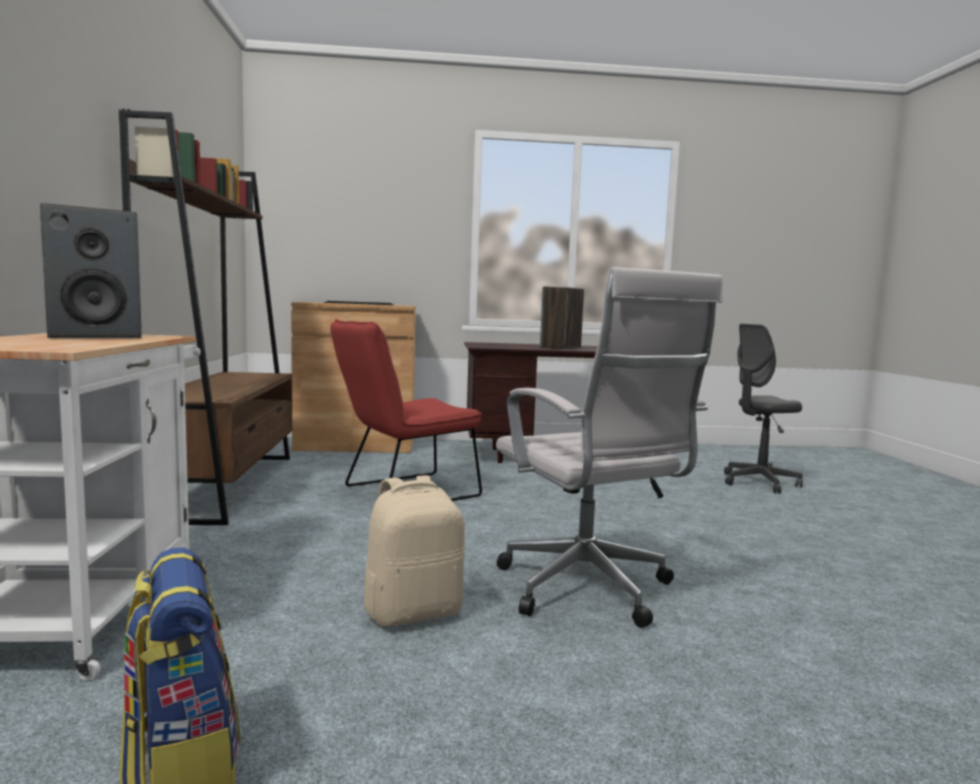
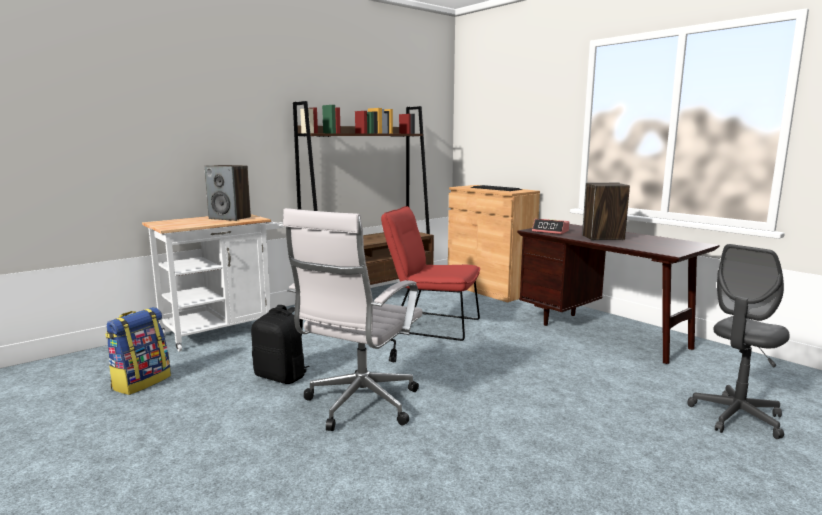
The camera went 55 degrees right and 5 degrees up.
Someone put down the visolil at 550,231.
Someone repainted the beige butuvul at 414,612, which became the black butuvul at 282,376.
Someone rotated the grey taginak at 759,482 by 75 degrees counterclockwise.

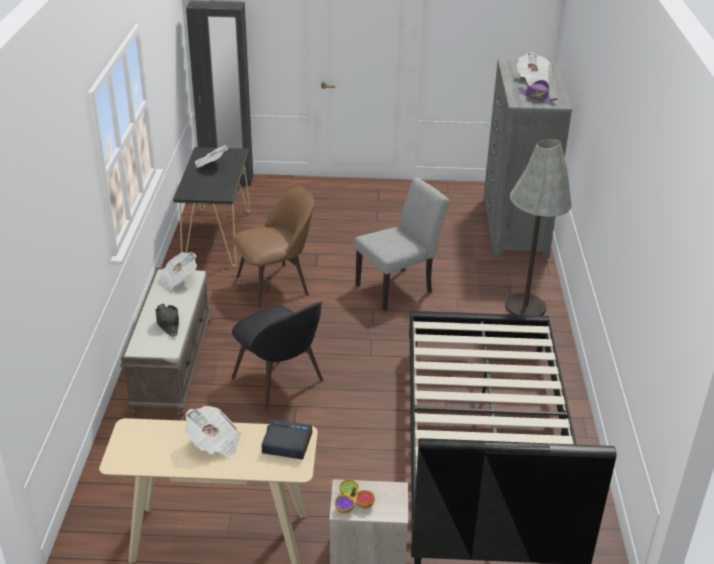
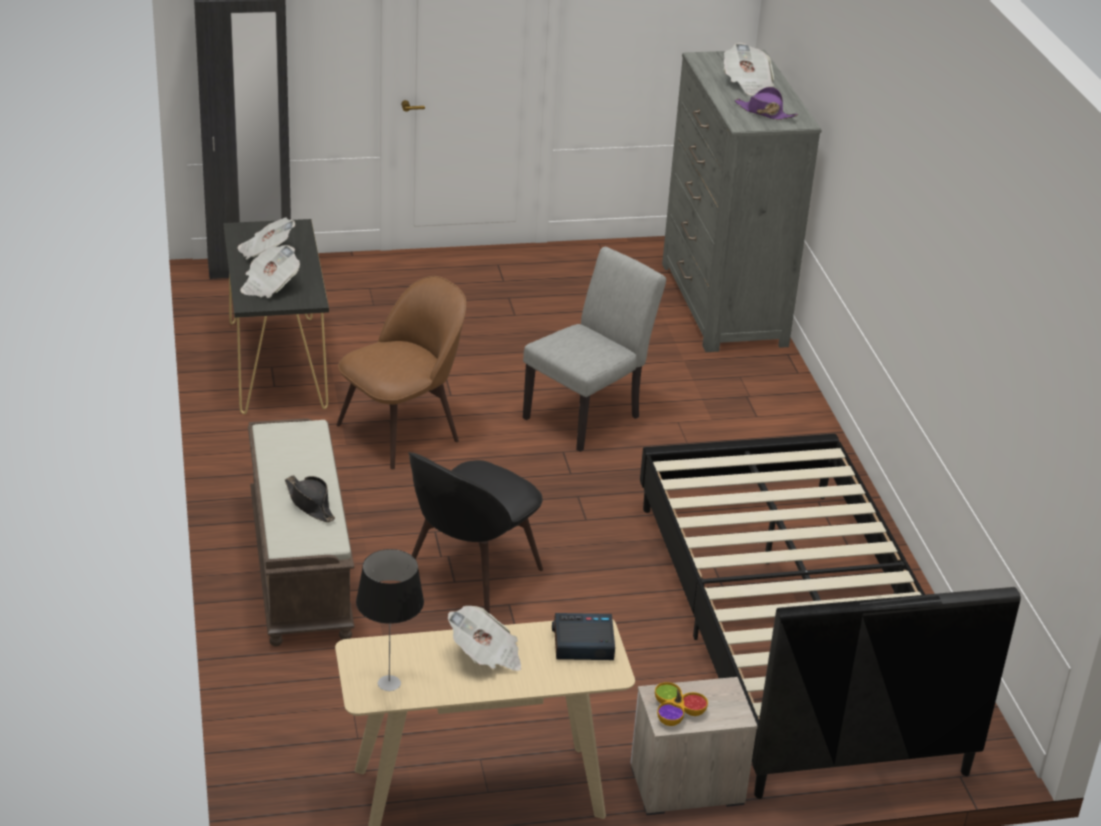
The camera went 15 degrees left and 0 degrees up.
Someone took away the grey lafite at 525,306.
Someone put down the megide at 389,682.
Someone carried the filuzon from 177,280 to 269,286.
Someone rotated the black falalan at 279,381 by 90 degrees clockwise.

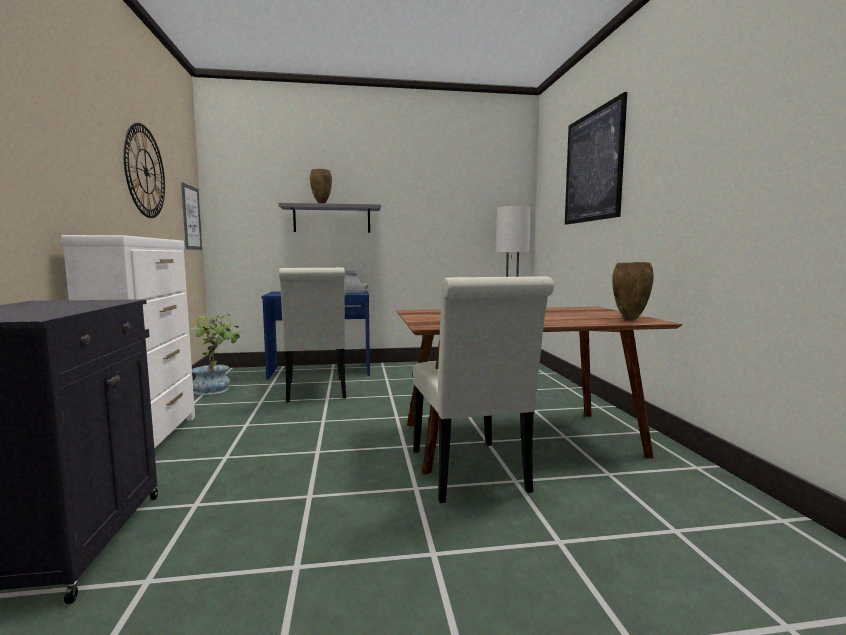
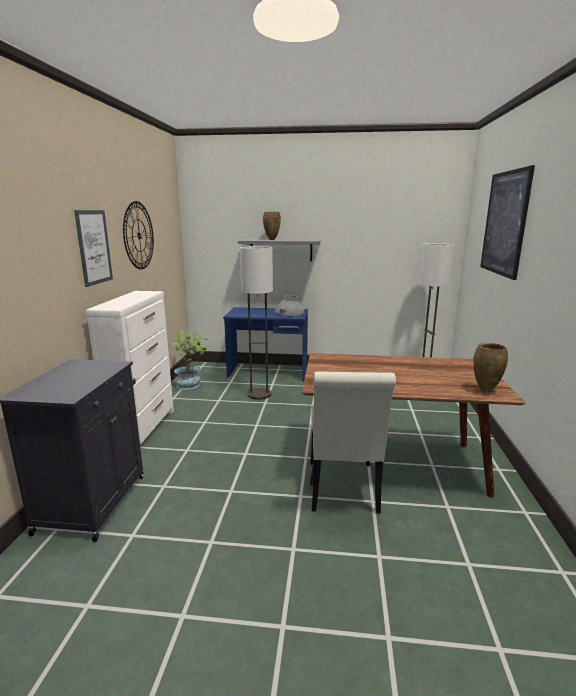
The camera went 15 degrees right and 10 degrees up.
Someone carried the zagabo from 191,218 to 94,247.
Someone swapped the white falalan at 316,392 for the lafite at 259,394.

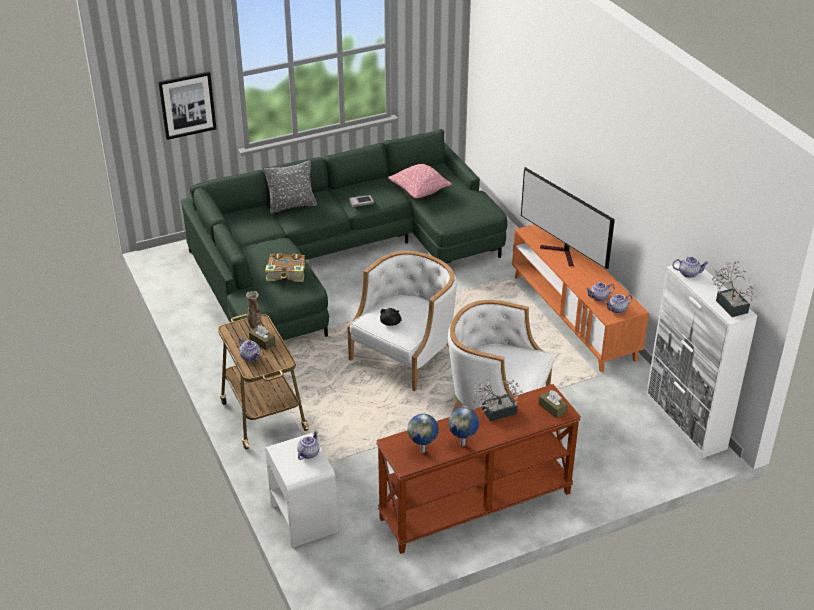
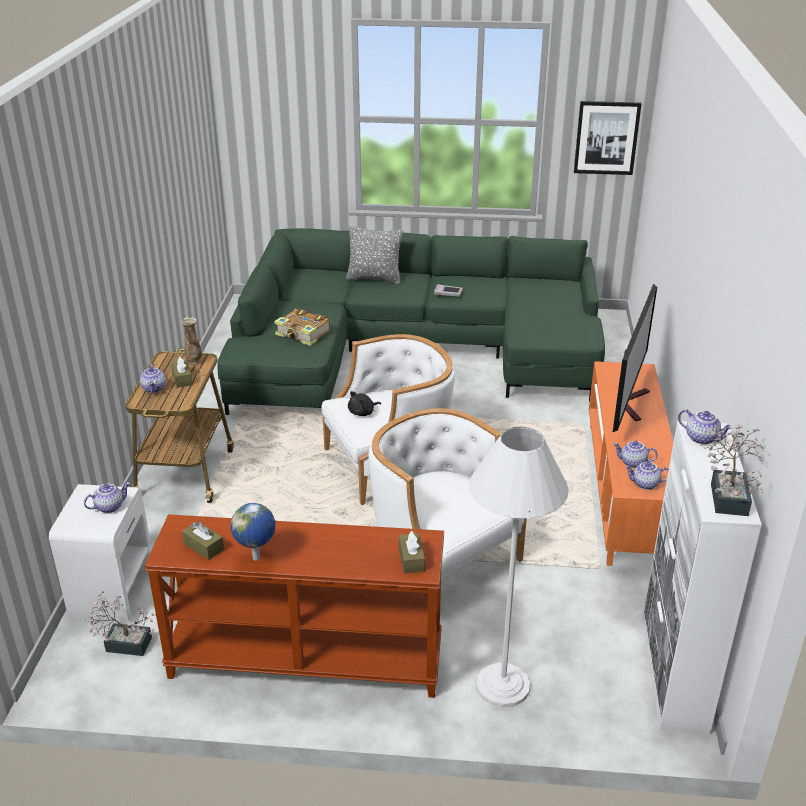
The camera went 30 degrees right and 5 degrees down.
Someone took away the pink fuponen at 419,192.
Someone put down the white lafite at 503,685.
Someone carried the zagabo from 187,105 to 606,138.
Someone carried the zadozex from 495,412 to 124,643.
Someone swapped the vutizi at 423,450 for the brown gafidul at 203,546.
Someone rotated the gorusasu at 563,254 by 150 degrees counterclockwise.

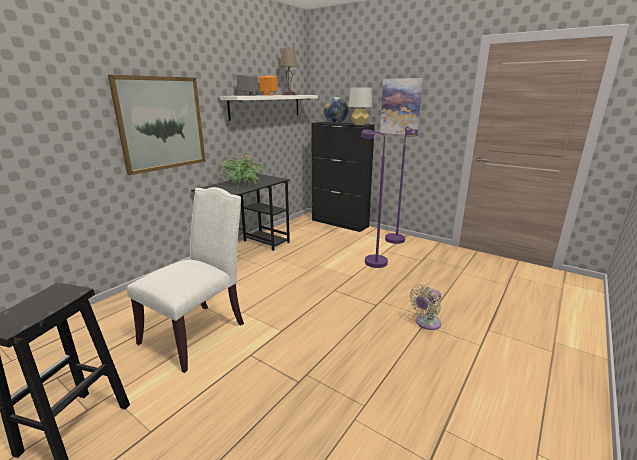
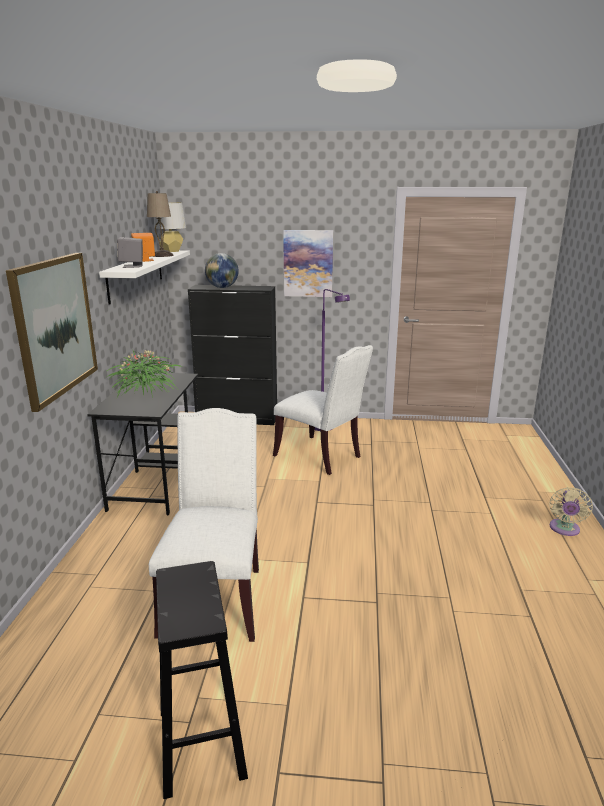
The camera went 30 degrees left and 0 degrees up.
Someone carried the grey megide from 359,124 to 172,251.
Someone carried the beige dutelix from 426,323 to 564,529.
Someone swapped the purple lafite at 372,260 for the white falalan at 321,456.

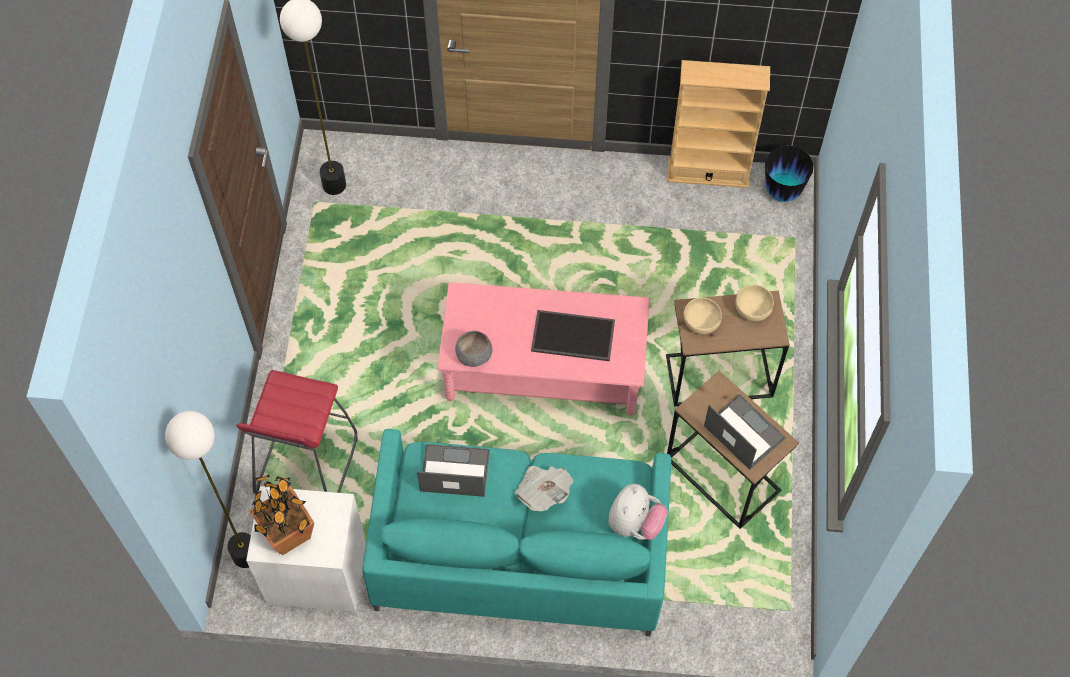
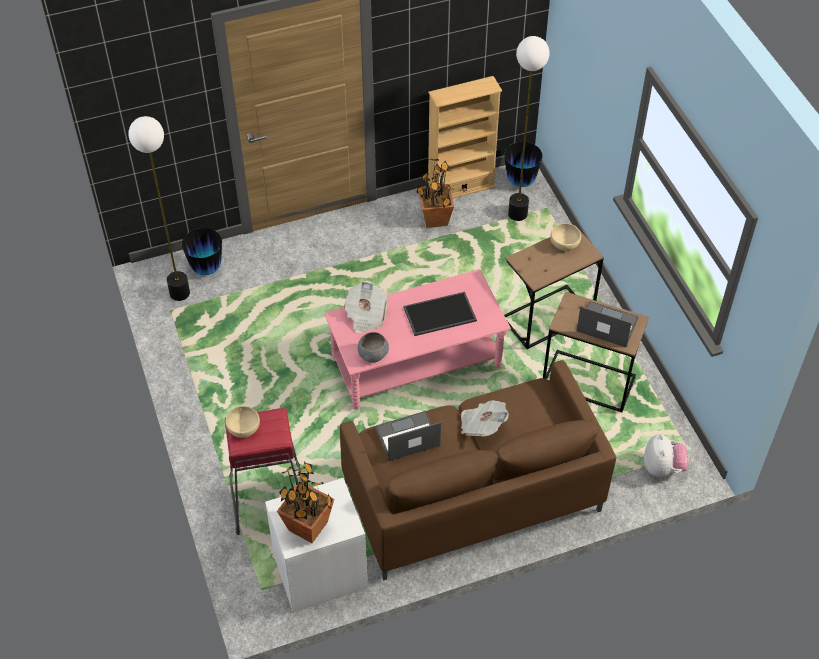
The camera went 25 degrees left and 10 degrees down.
Someone put down the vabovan at 206,269.
Someone put down the filuzon at 366,315.
Someone put down the zadozex at 435,219.
Someone carried the lafite from 246,555 to 518,214.
Someone carried the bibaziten from 635,523 to 662,468.
Someone carried the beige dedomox from 700,322 to 243,428.
Someone repainted the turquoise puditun at 519,555, which became the brown puditun at 472,496.

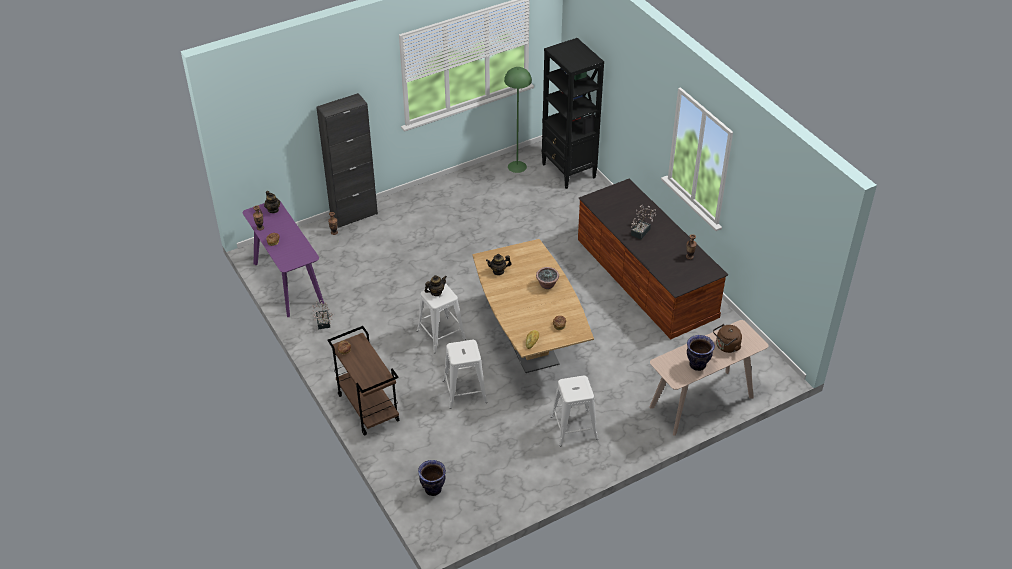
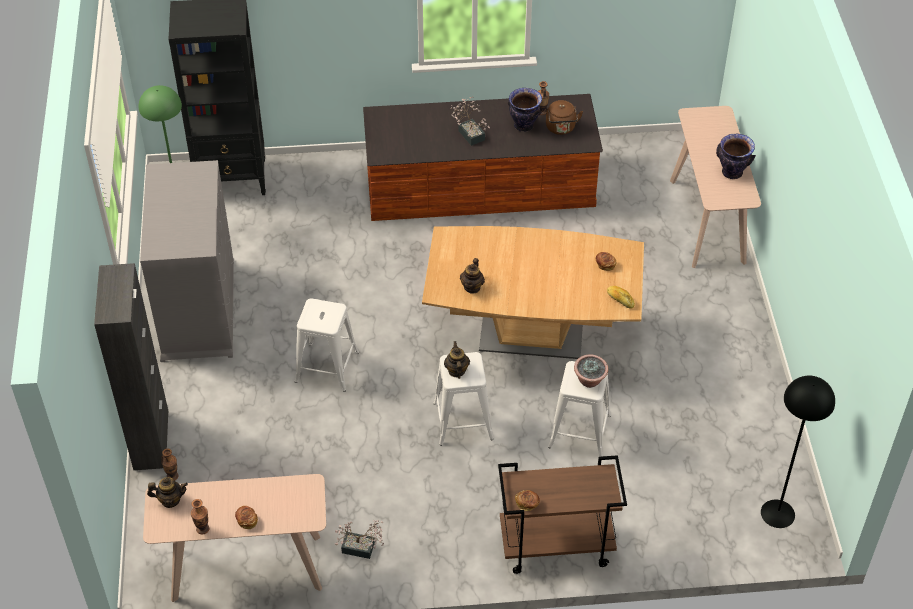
The camera went 65 degrees left and 5 degrees up.
Someone put down the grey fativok at 198,309.
Someone put down the black lafite at 778,513.
Someone carried the vabovan from 432,489 to 523,126.
Someone carried the zadozex from 547,285 to 590,380.
Someone carried the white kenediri from 573,428 to 327,367.
Someone carried the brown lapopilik from 726,347 to 561,128.
Someone repainted the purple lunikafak at 287,283, which became the beige lunikafak at 246,568.

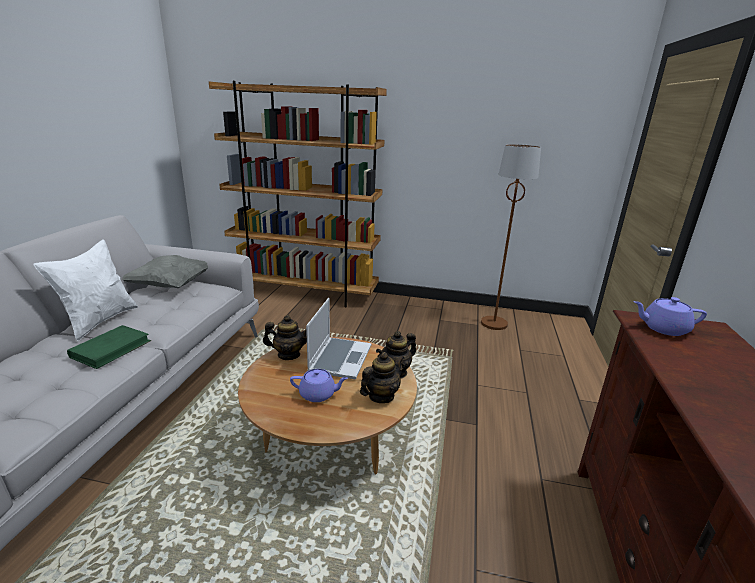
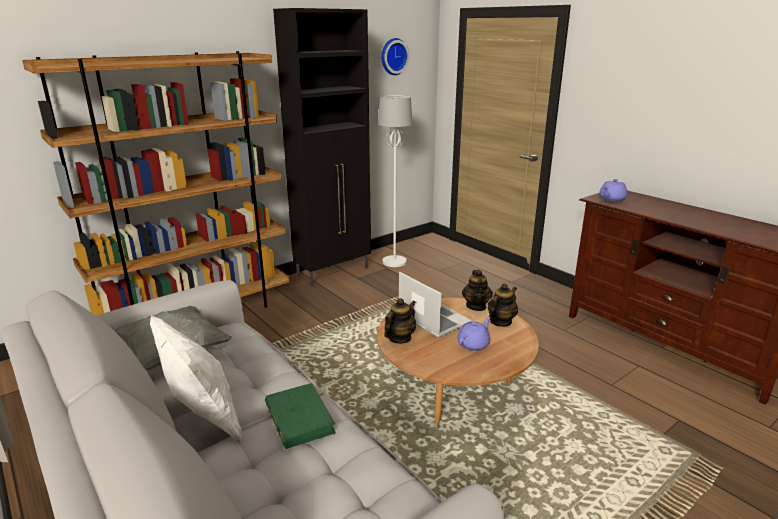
The camera went 50 degrees left and 0 degrees up.
Someone put down the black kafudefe at 334,272.
Someone put up the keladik at 393,56.
Someone repainted the brown lafite at 494,323, which became the white lafite at 394,262.
Someone rotated the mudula at 381,396 by 45 degrees clockwise.

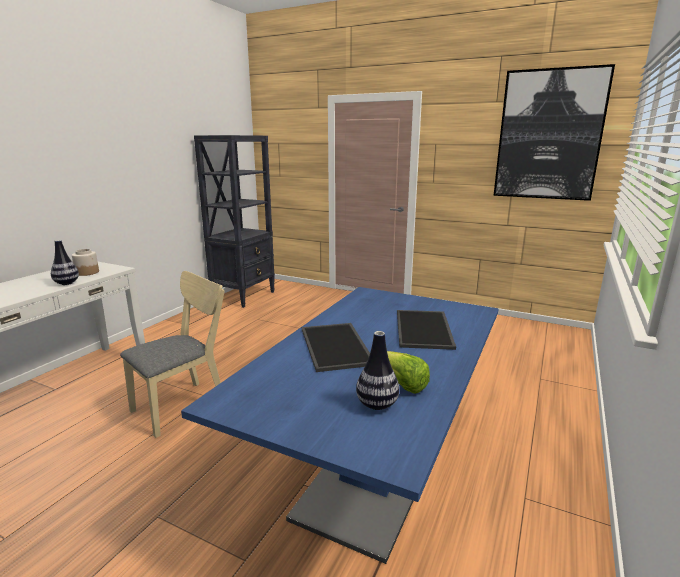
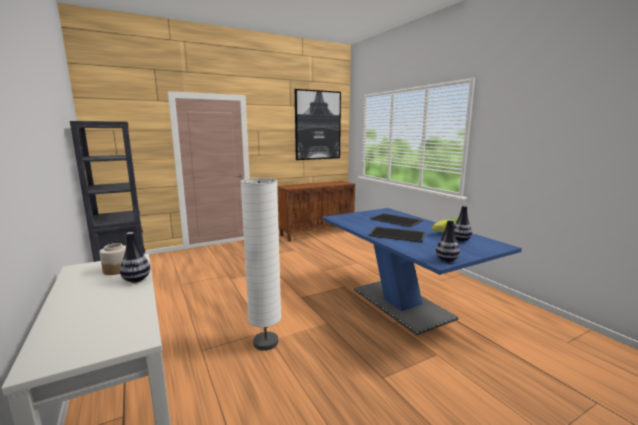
The camera went 55 degrees left and 5 degrees down.
Someone put down the brown kafudefe at 317,233.
Someone put down the vabovan at 446,260.
Someone swapped the beige falalan at 185,405 for the white lafite at 266,342.

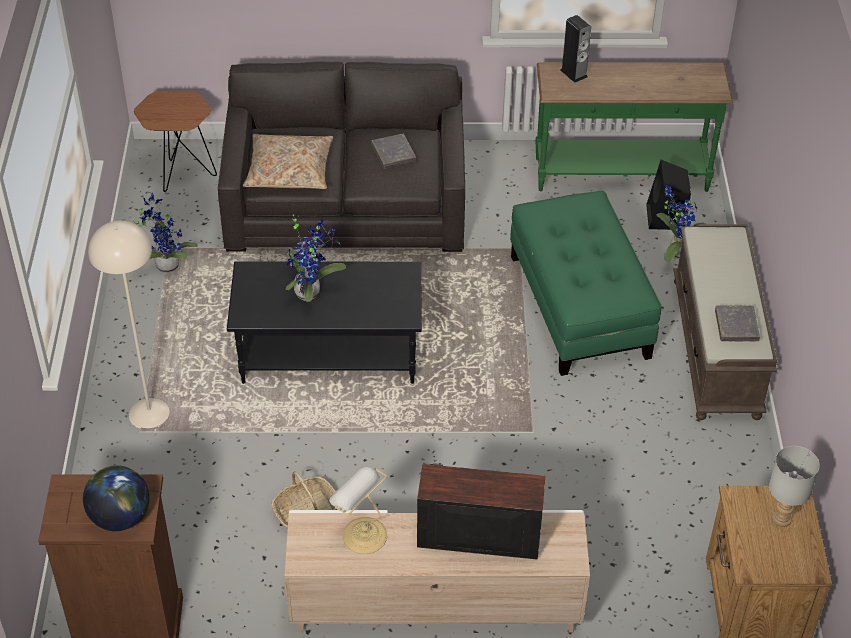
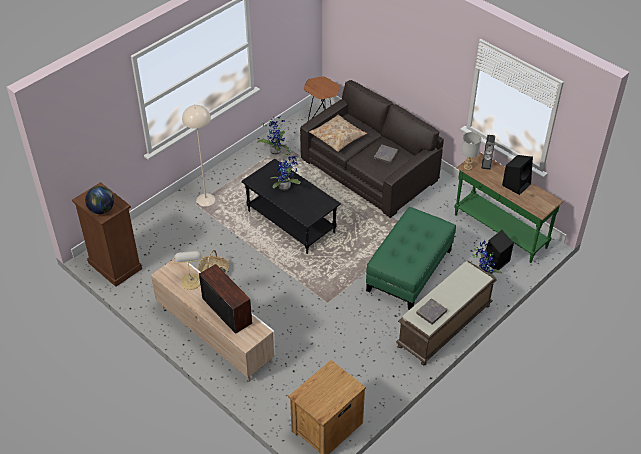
The camera went 45 degrees right and 0 degrees up.
Someone put down the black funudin at 516,184.
Someone carried the grey megide from 780,518 to 467,167.

